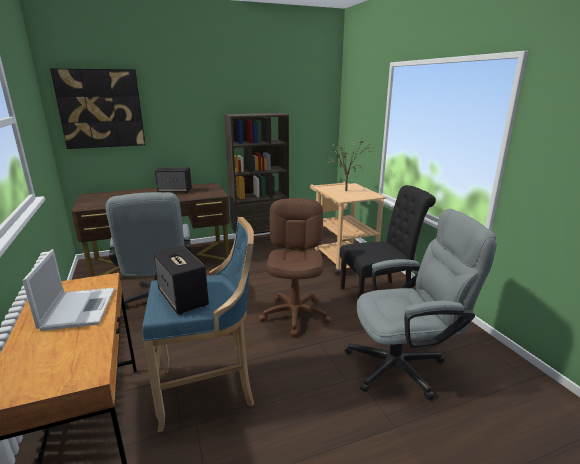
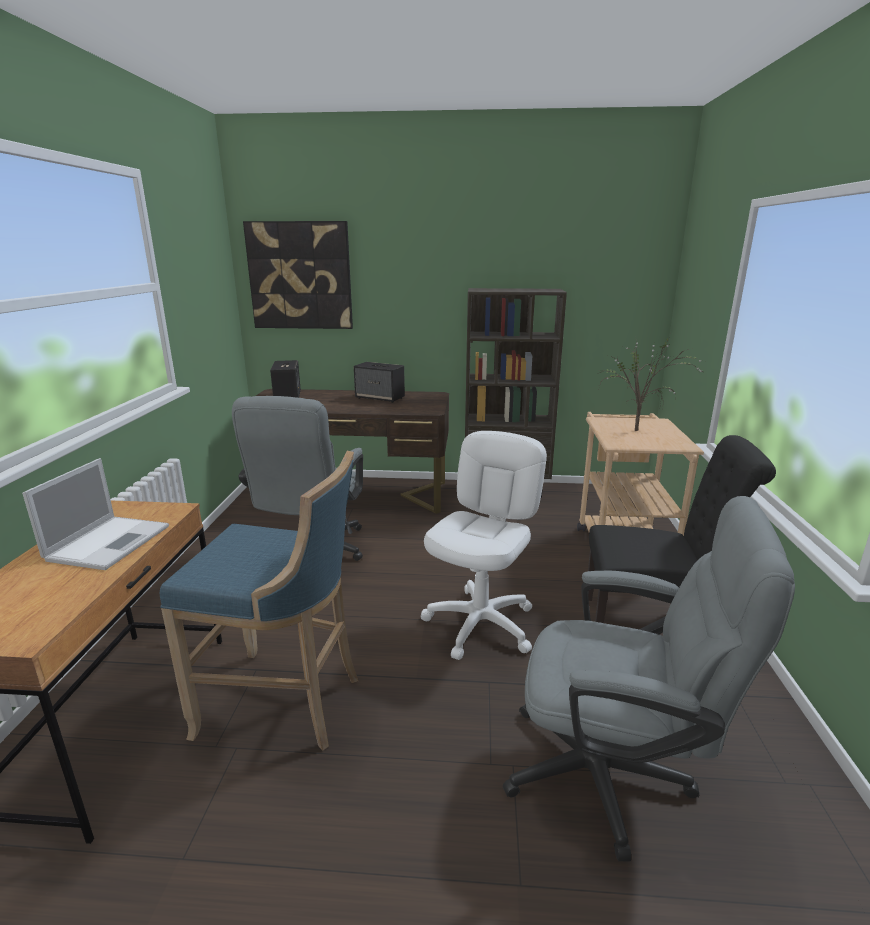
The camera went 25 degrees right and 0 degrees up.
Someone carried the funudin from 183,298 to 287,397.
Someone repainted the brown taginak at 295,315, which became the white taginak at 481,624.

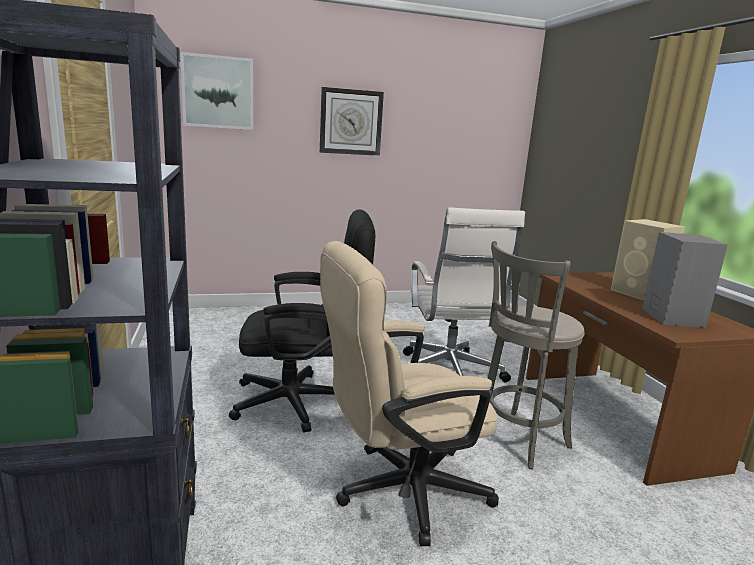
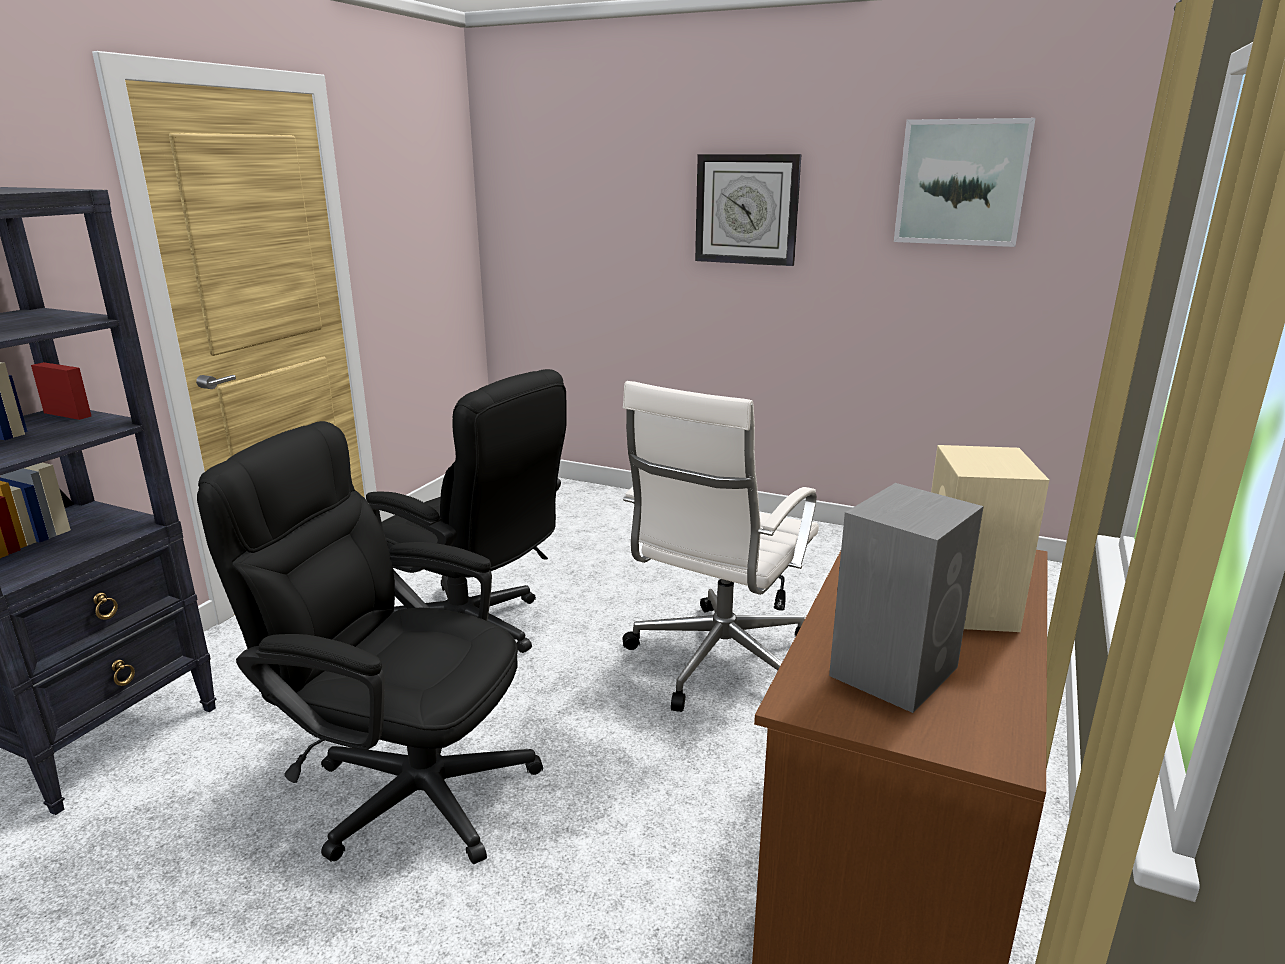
The camera went 40 degrees right and 5 degrees up.
Someone took away the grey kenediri at 517,440.
Someone carried the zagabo from 218,92 to 961,182.
Someone repainted the beige taginak at 399,491, which became the black taginak at 404,785.

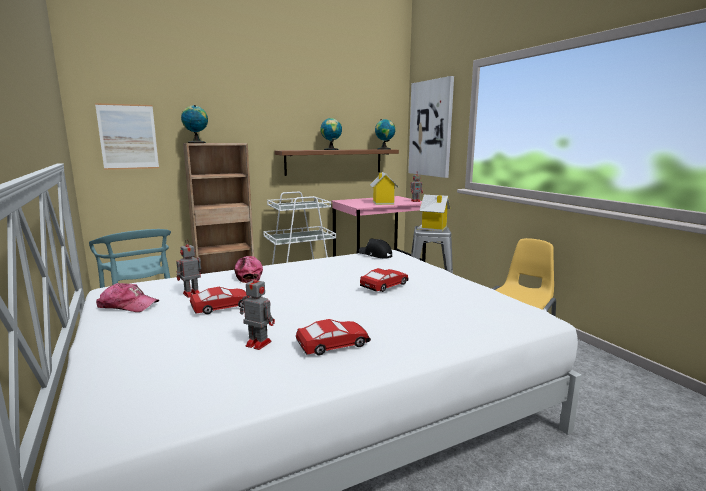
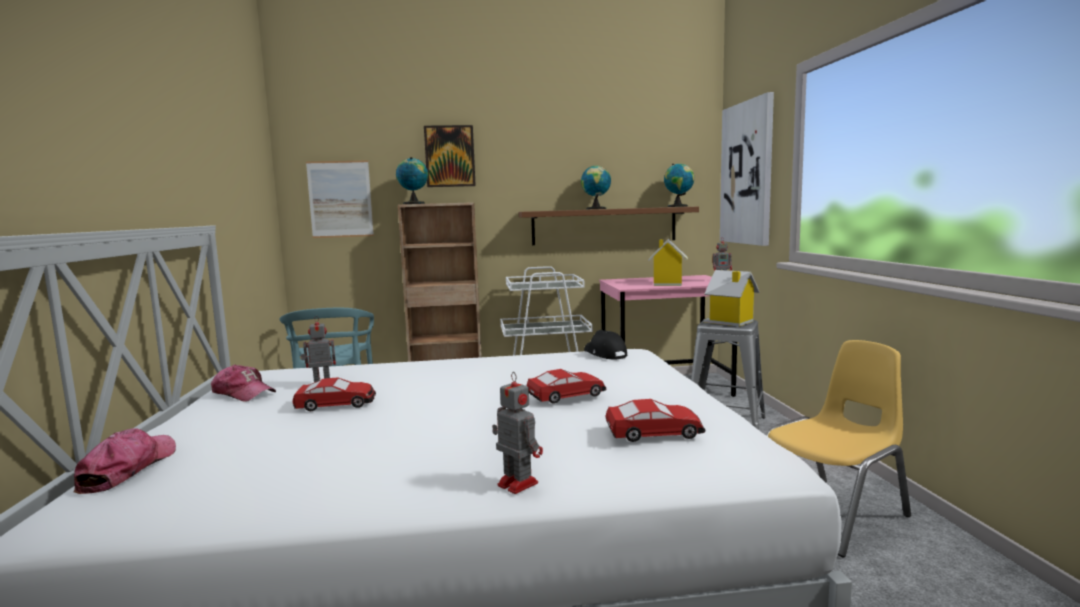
The camera went 20 degrees right and 5 degrees down.
Someone put up the zagabo at 450,156.
Someone carried the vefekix from 248,275 to 128,469.
Someone carried the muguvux from 257,343 to 516,483.
Someone carried the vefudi from 333,344 to 654,433.

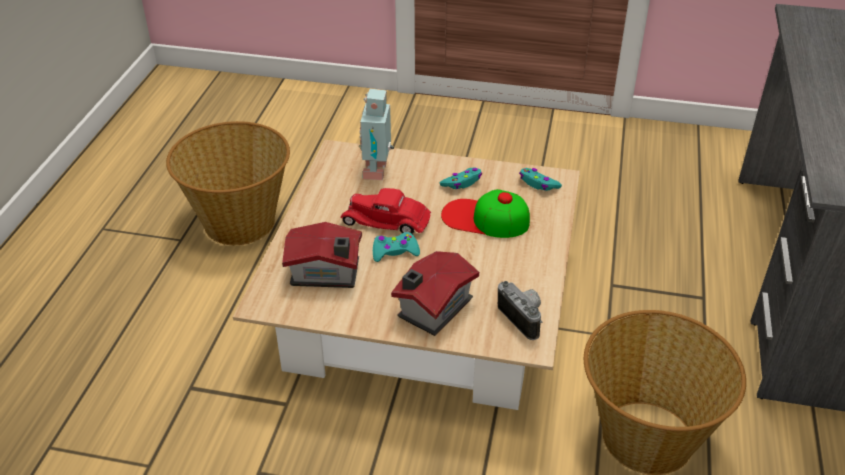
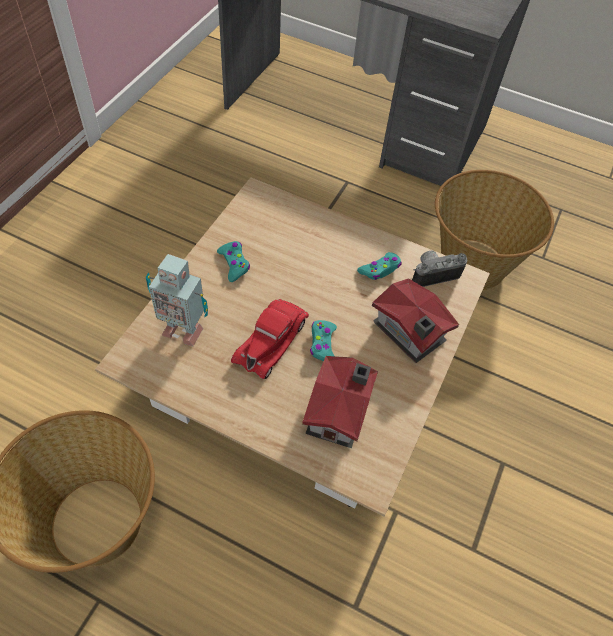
The camera went 80 degrees left and 15 degrees up.
Someone took away the vefekix at 485,218.
Someone carried the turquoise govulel from 538,184 to 380,269.

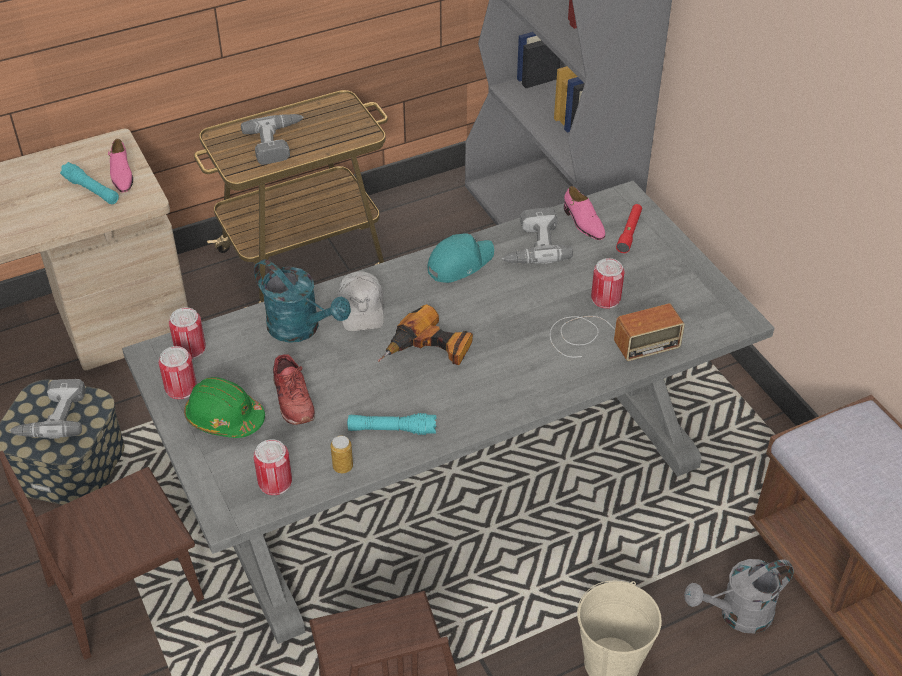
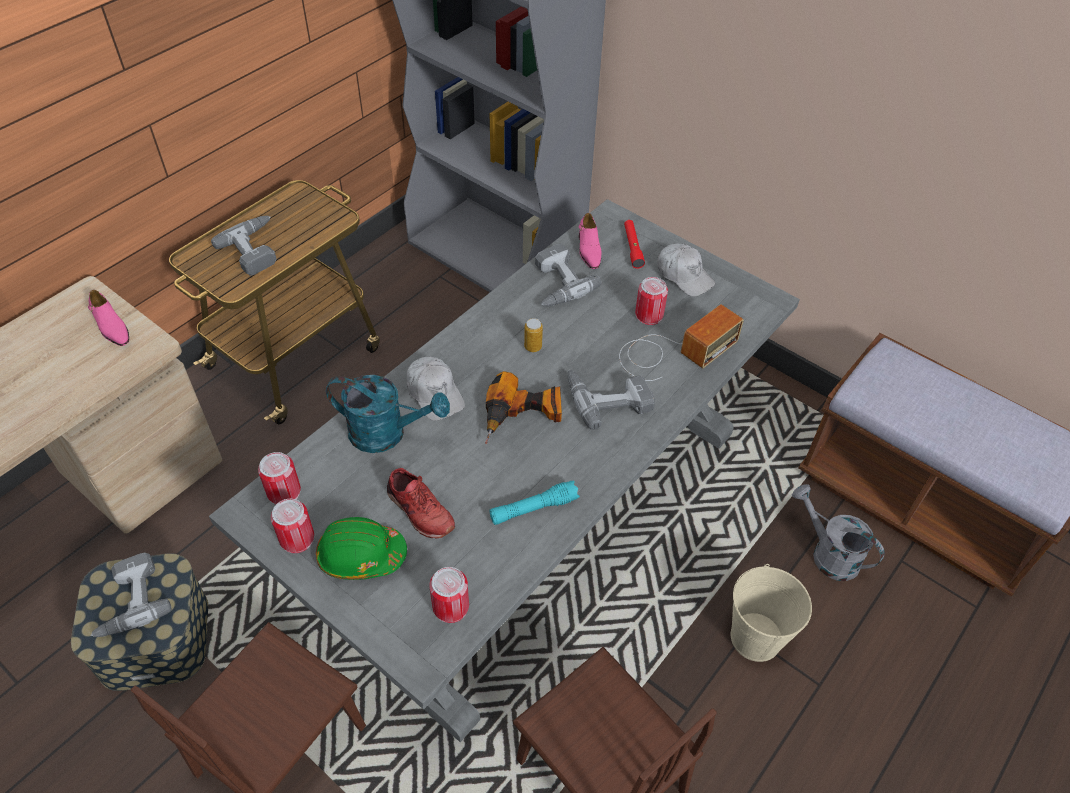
The camera went 25 degrees left and 5 degrees up.
Someone took away the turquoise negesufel at 91,190.
Someone took away the turquoise vefekix at 459,263.
Someone put down the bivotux at 607,397.
Someone put down the white vefekix at 684,275.
Someone carried the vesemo from 343,467 to 533,347.
Someone rotated the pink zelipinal at 583,223 by 45 degrees clockwise.
Someone rotated the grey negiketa at 737,615 by 90 degrees clockwise.

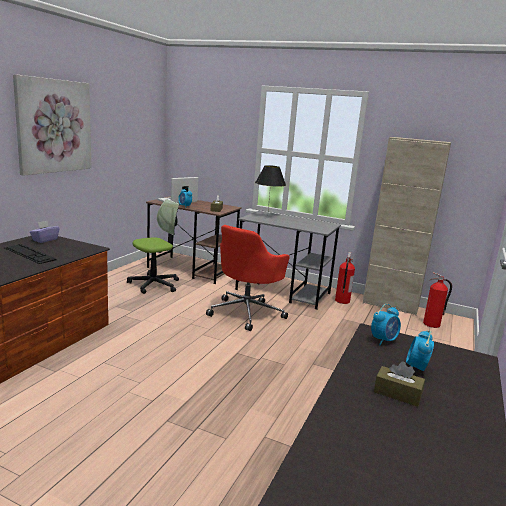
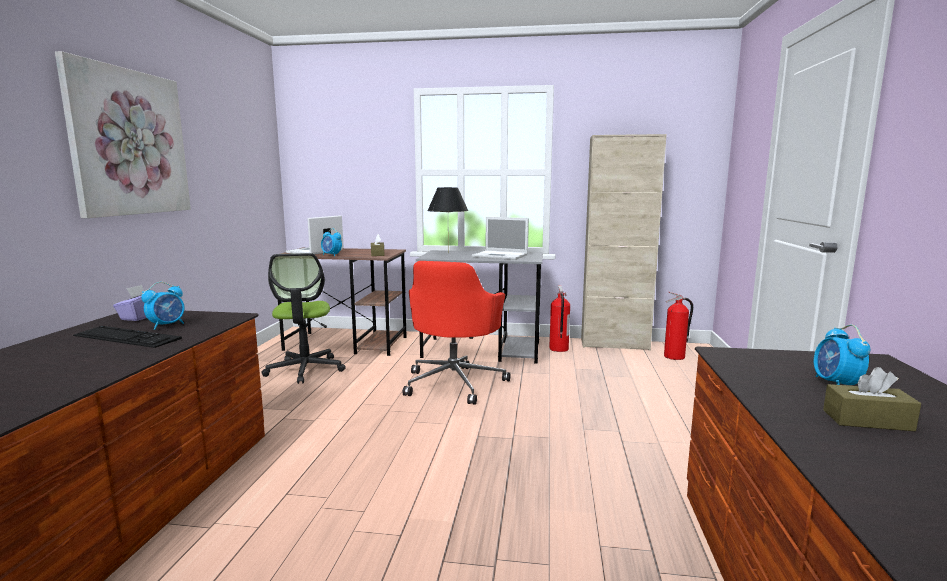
The camera went 15 degrees left and 5 degrees down.
Someone put down the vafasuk at 501,256.
Someone carried the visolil from 383,340 to 167,325.
Someone rotated the taginak at 154,284 by 135 degrees clockwise.

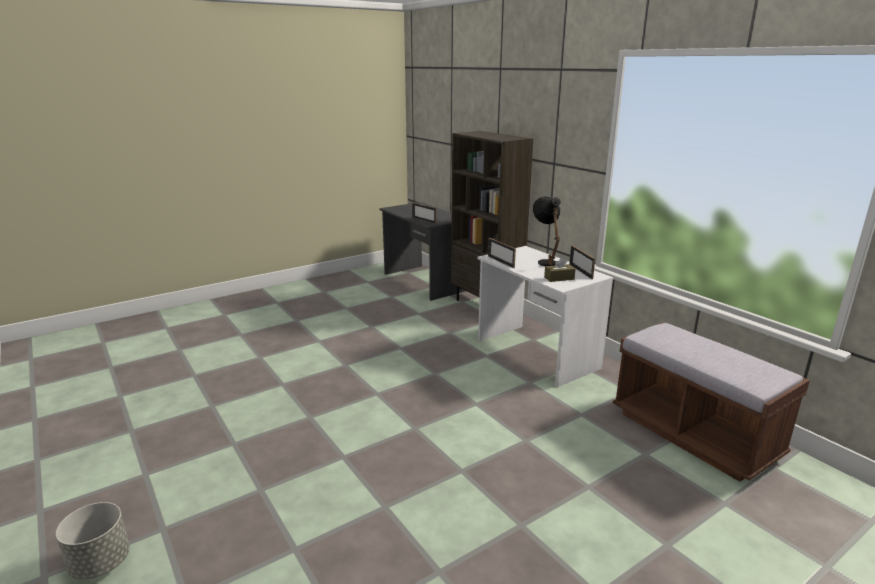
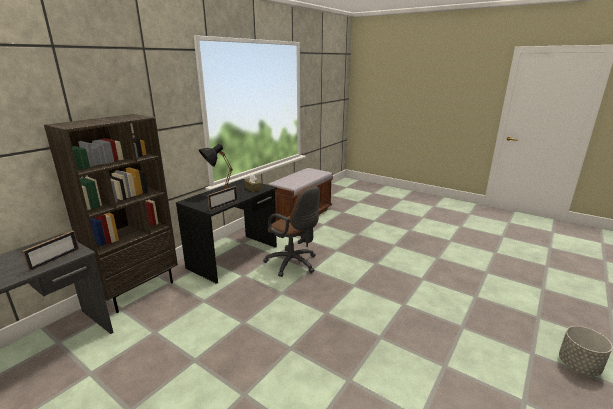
The camera went 110 degrees left and 0 degrees up.
Someone took away the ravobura at 580,271.
Someone put down the brown taginak at 294,264.
Someone repainted the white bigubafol at 536,354, which became the black bigubafol at 234,257.

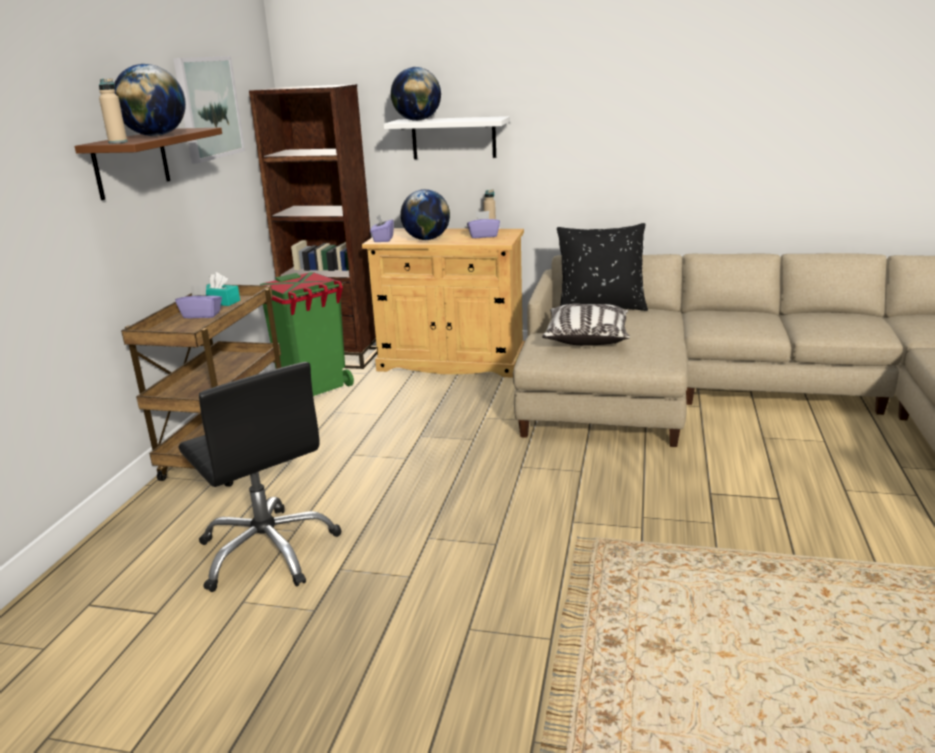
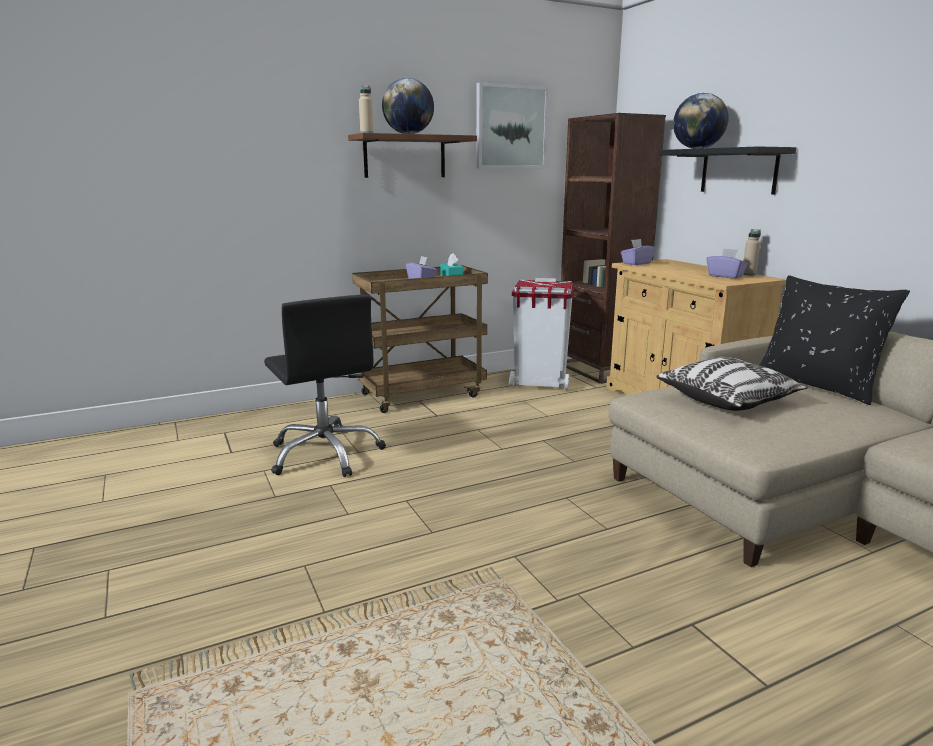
The camera went 50 degrees right and 5 degrees down.
Someone took away the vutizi at 426,239.
Someone repainted the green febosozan at 314,390, which became the white febosozan at 540,383.
Someone repainted the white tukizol at 453,138, which became the black tukizol at 738,171.
Someone rotated the black taginak at 268,551 by 45 degrees counterclockwise.

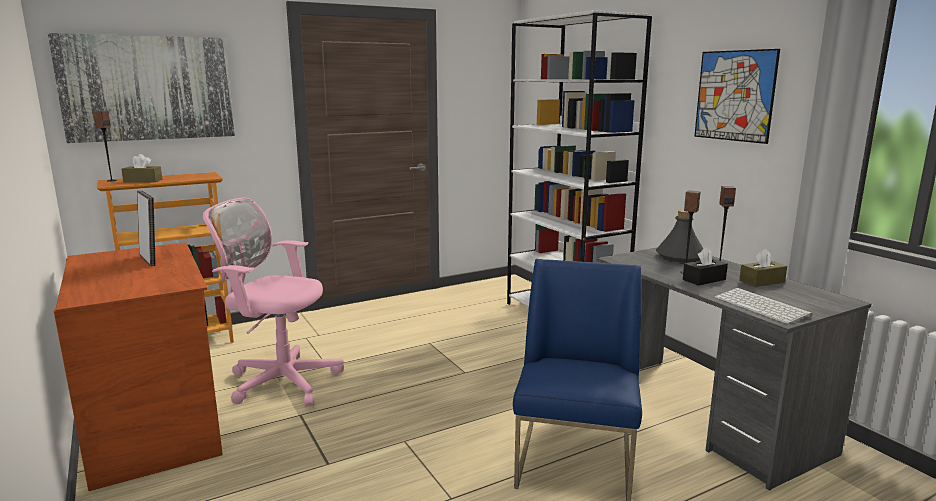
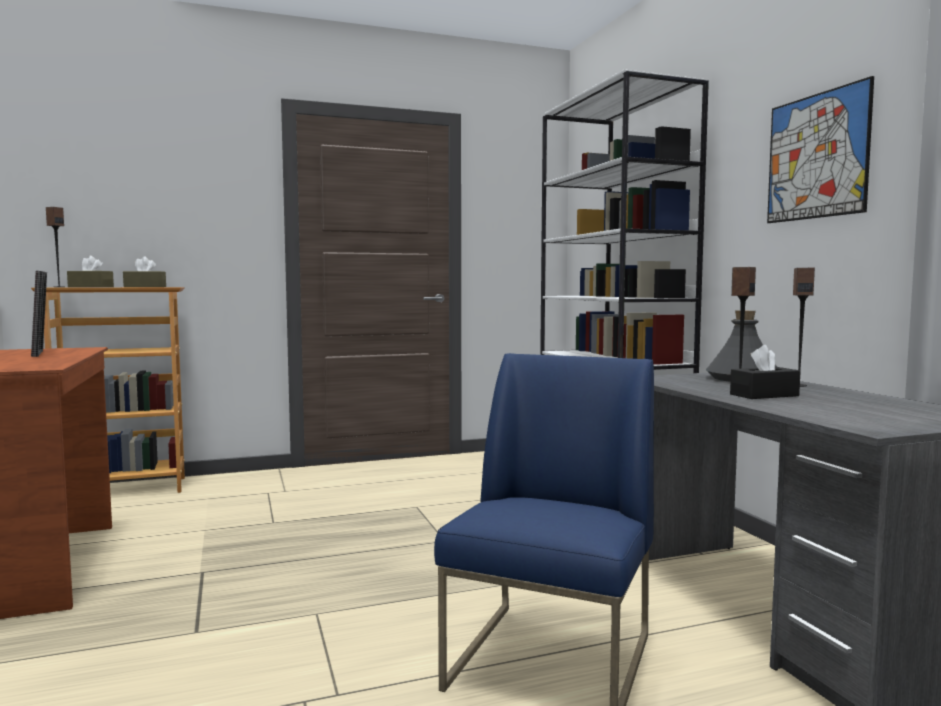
The camera went 10 degrees right and 10 degrees down.
Someone took away the zagabo at 148,88.
Someone took away the pink taginak at 280,380.
Someone took away the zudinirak at 763,307.
Someone carried the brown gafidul from 762,281 to 145,287.

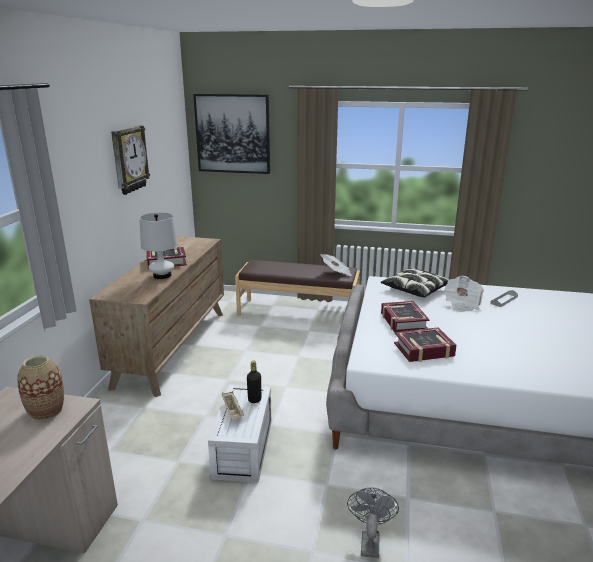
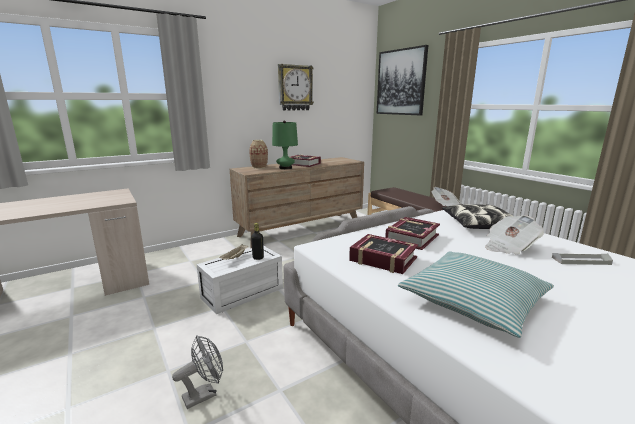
The camera went 45 degrees right and 5 degrees down.
Someone put down the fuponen at 473,301.
Someone carried the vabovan from 46,411 to 259,167.
Someone repainted the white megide at 162,275, which became the green megide at 285,168.

